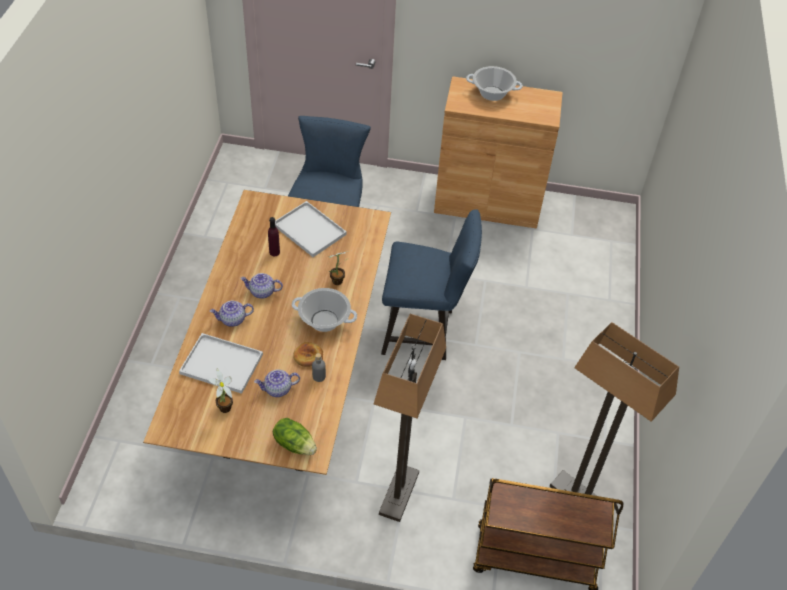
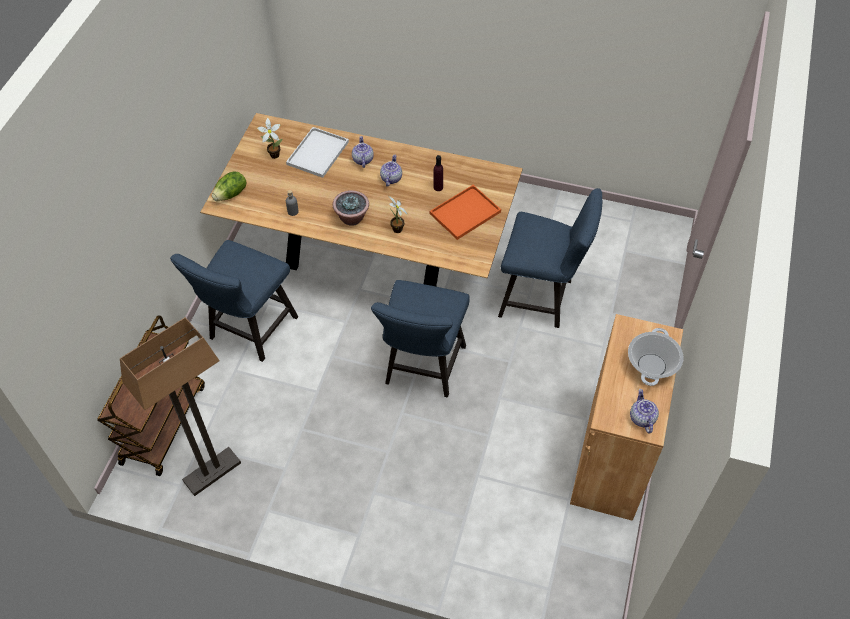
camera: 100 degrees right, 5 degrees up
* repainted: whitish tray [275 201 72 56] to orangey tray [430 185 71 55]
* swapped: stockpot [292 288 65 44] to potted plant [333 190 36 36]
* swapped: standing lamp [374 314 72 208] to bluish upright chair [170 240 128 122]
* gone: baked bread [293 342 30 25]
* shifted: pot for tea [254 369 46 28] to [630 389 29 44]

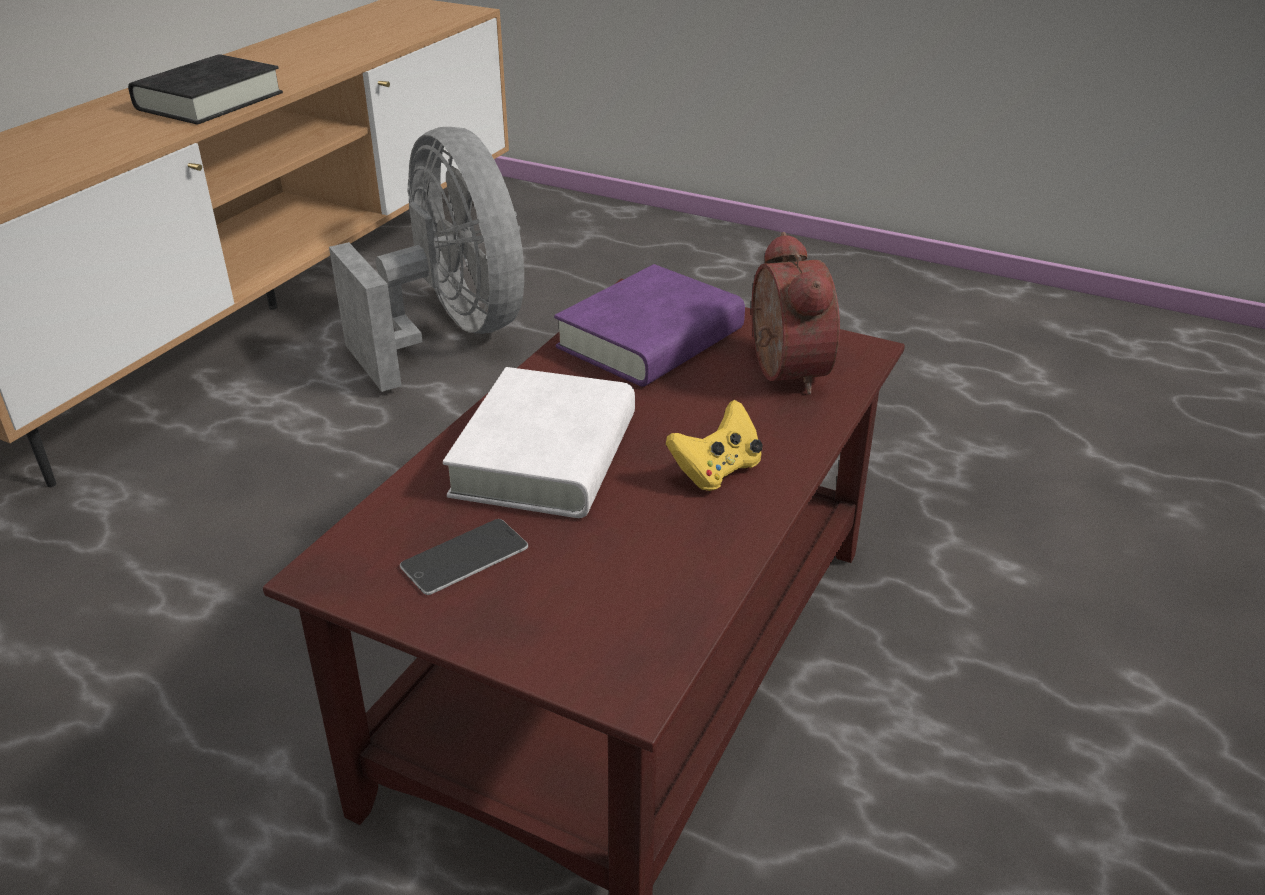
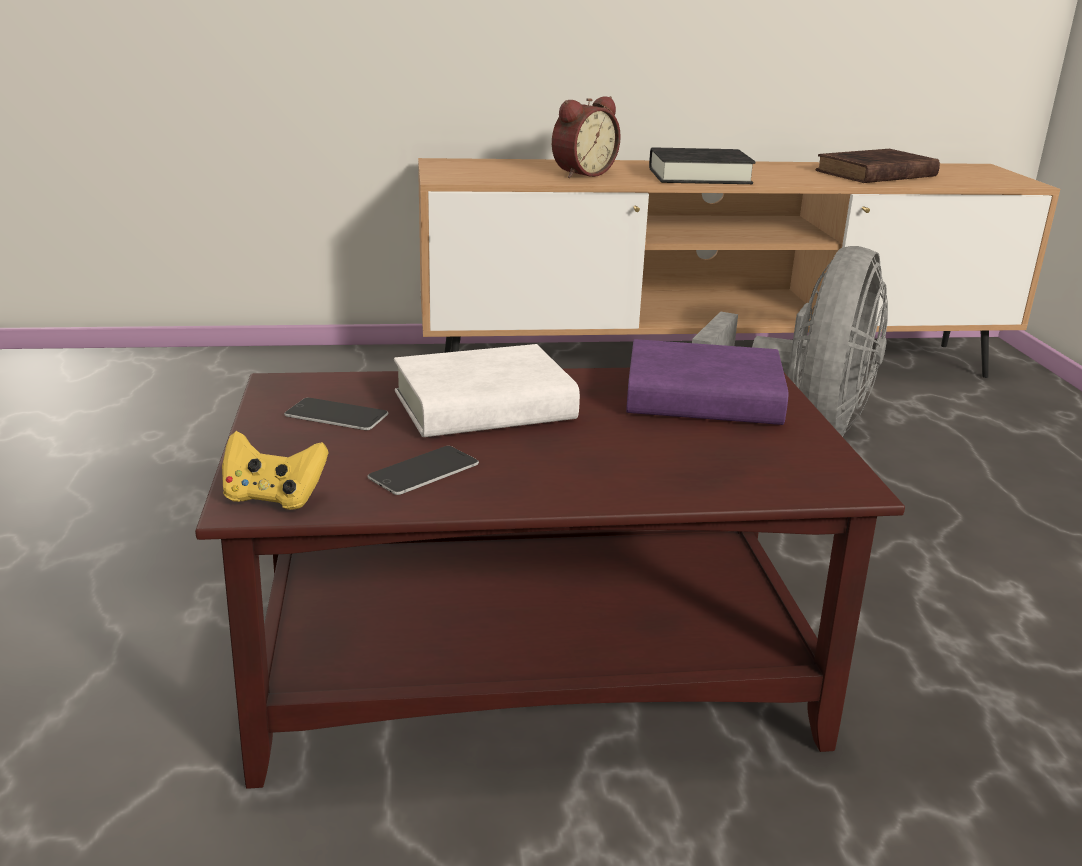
camera: 55 degrees right, 10 degrees down
* shifted: bedside clock [751 232 89 163] to [552 96 69 82]
* shifted: yellow joypad [666 400 96 91] to [222 431 106 79]
* new: brownish bound book [816 149 124 34]
* new: handset [367 446 112 49]

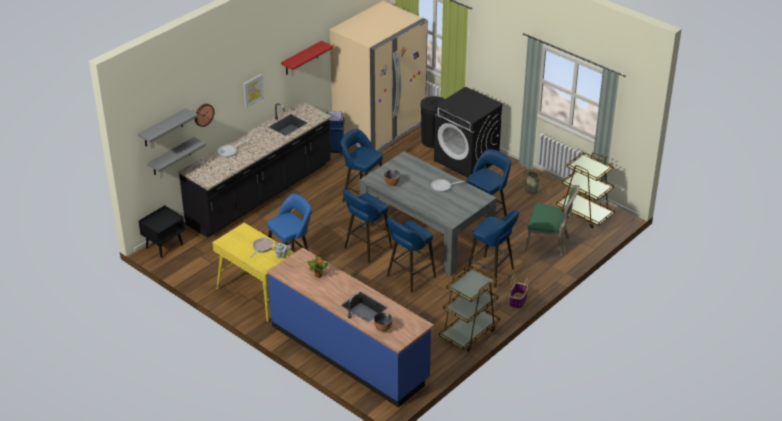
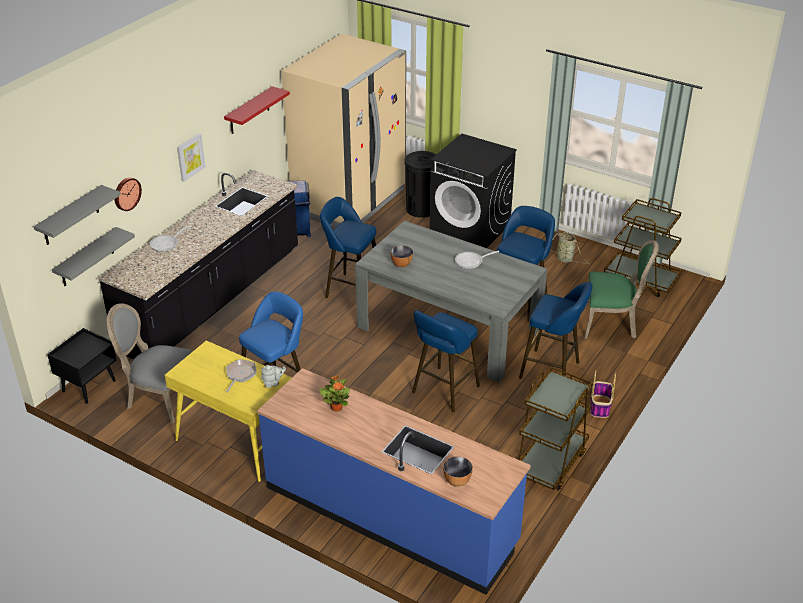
camera: 10 degrees left, 0 degrees up
* gone: bluish stool [343 190 50 73]
* new: gray upright chair [107 303 86 121]

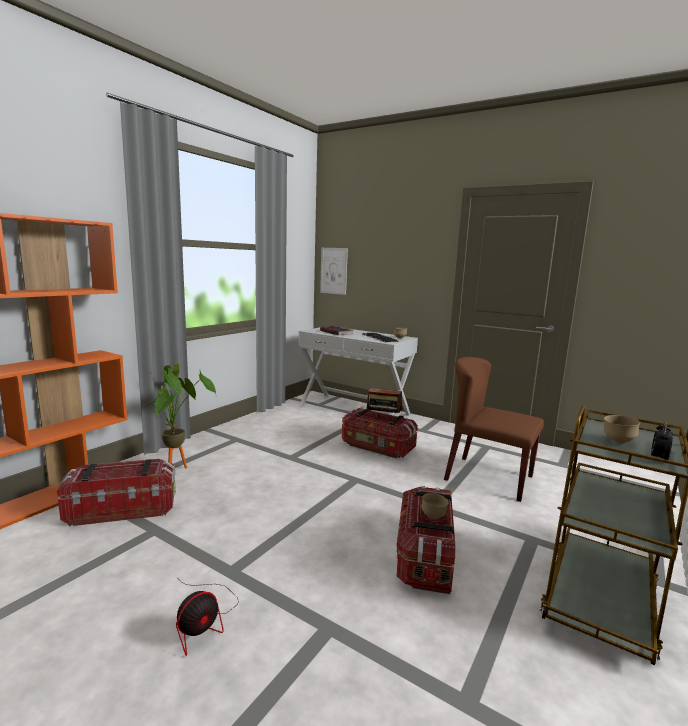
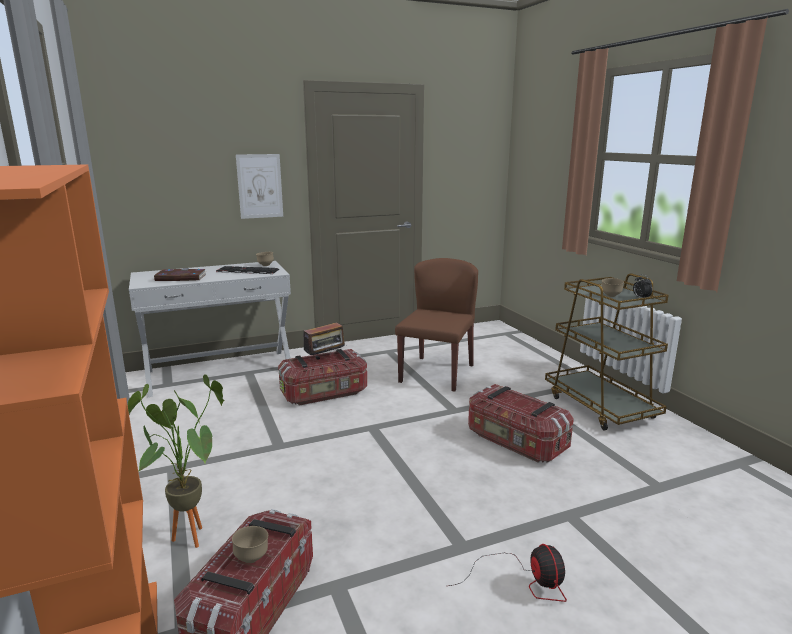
camera: 55 degrees left, 5 degrees up
* shifted: picture [320 248 28 47] to [236 154 47 65]
* rotated: brownish upright chair [444 357 100 145] = [395 258 83 134] 135 degrees clockwise
* shifted: brownish bowl [421 493 28 27] to [232 526 36 37]

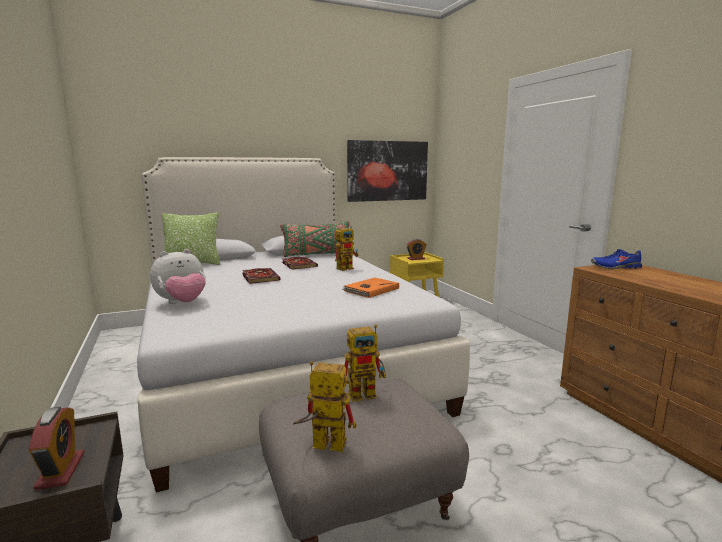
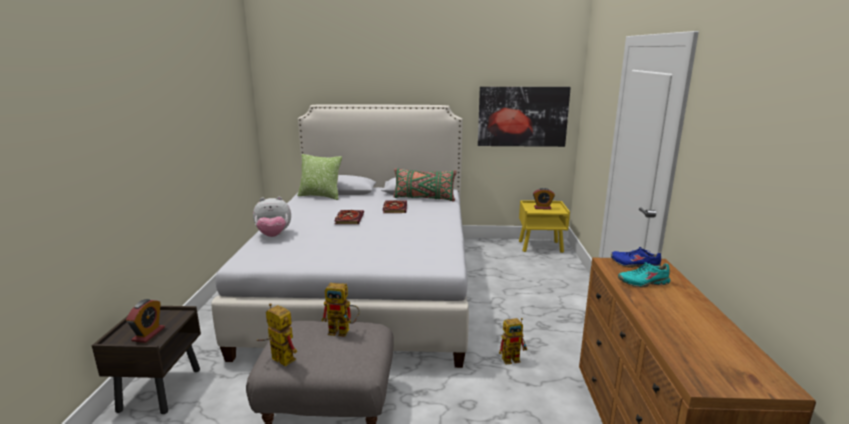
camera: 25 degrees right, 5 degrees up
* shifted: robot figure [335 226 24 45] to [499 318 28 47]
* gone: orangey bound book [343 277 56 21]
* new: turquoise-coloured low shoe [618 262 52 25]

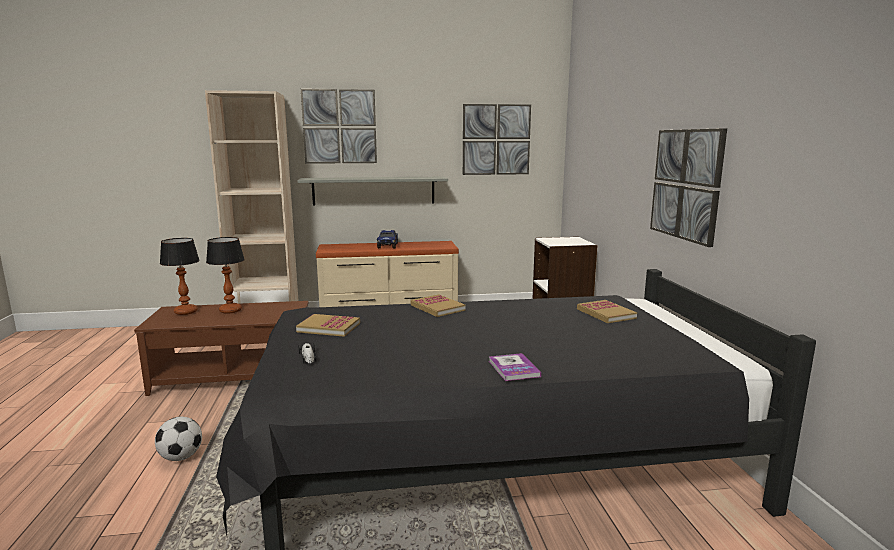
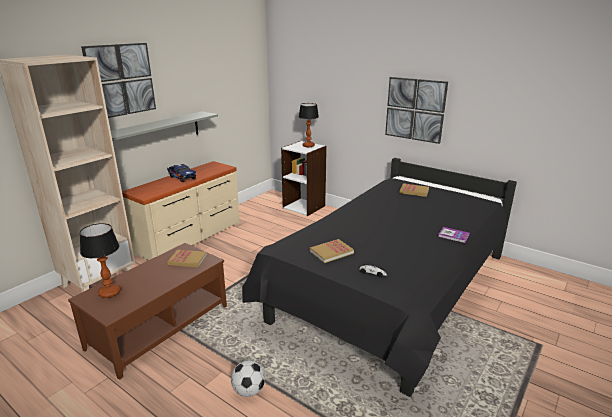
camera: 45 degrees left, 10 degrees up
* gone: picture [463 104 68 71]
* shifted: table lamp [206 237 39 77] to [299 103 20 44]
* shifted: bound book [411 294 54 23] to [167 250 40 18]

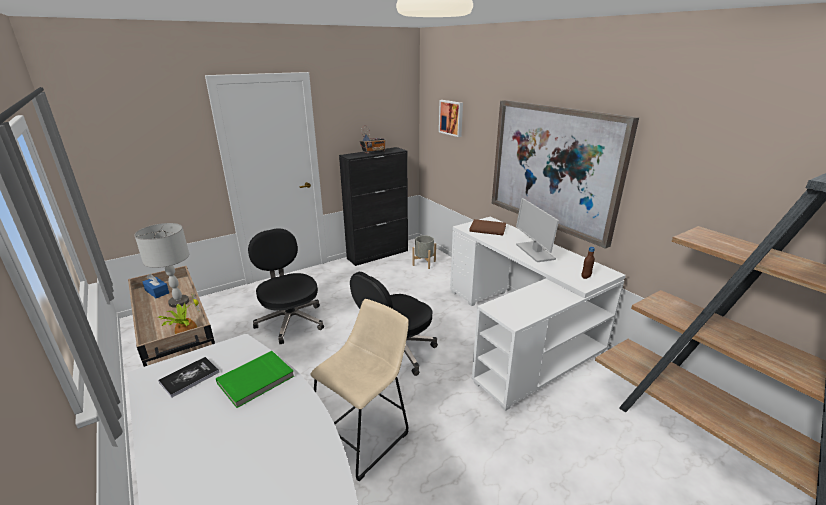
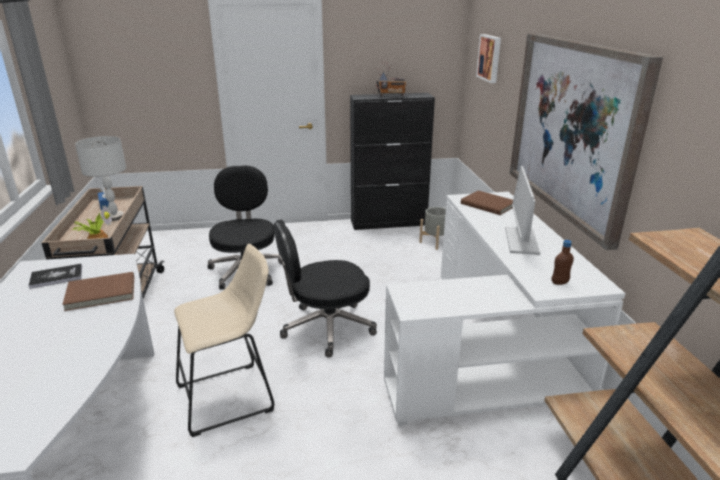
camera: 25 degrees right, 0 degrees up
* repainted: green-coloured bound book [216 351 78 57] to brownish bound book [62 272 72 39]

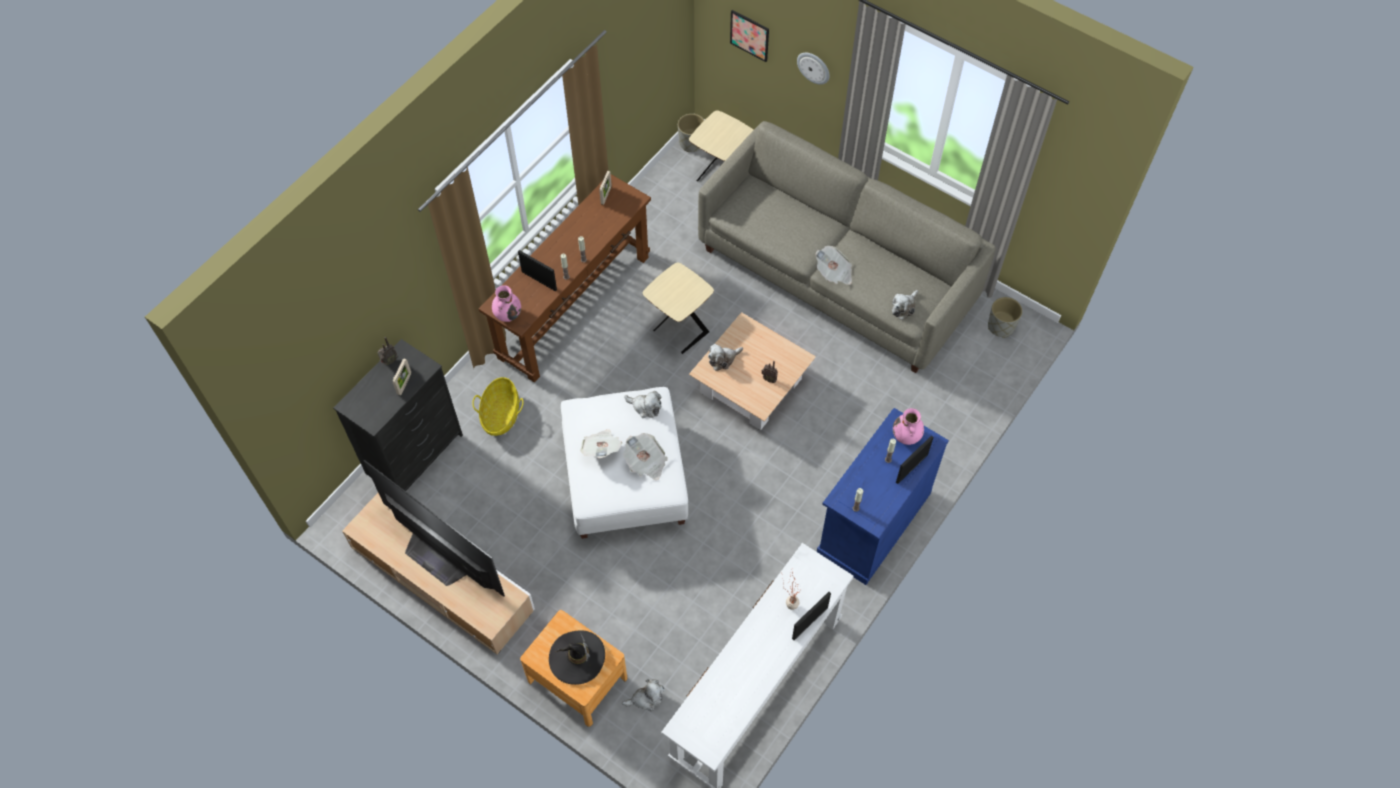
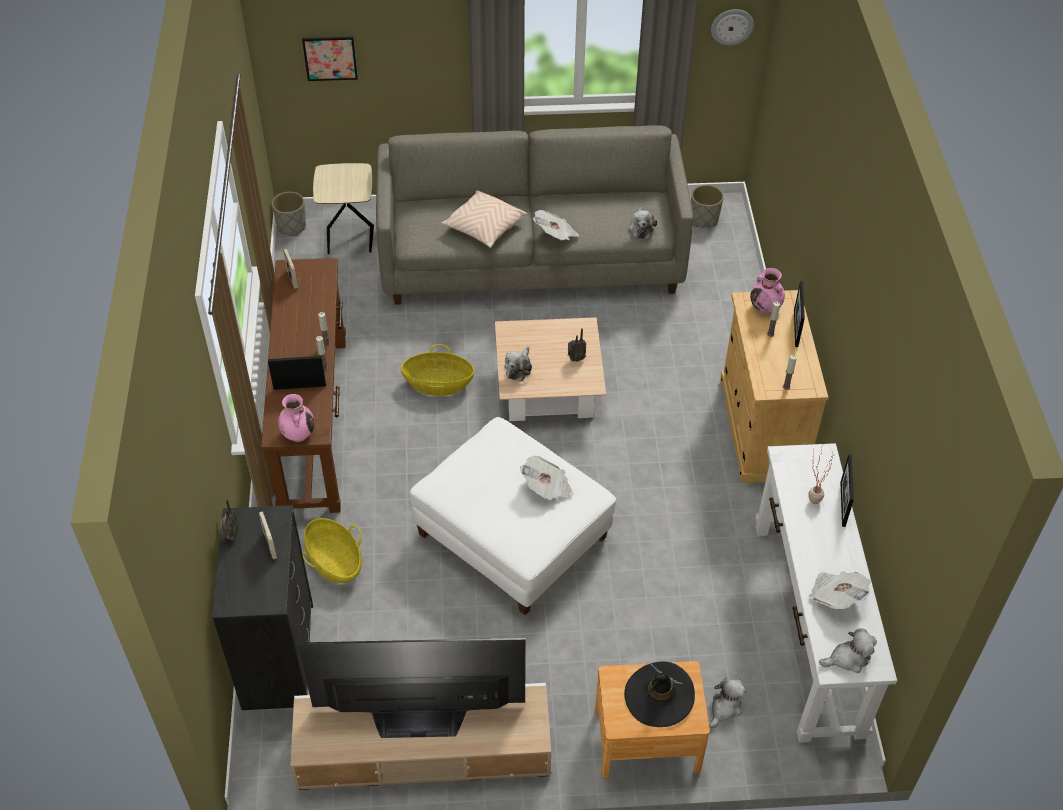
camera: 40 degrees left, 10 degrees down
* shifted: hanging clock [797 53 33 32] to [711 9 43 36]
* swapped: beige end table [643 262 71 92] to household basket [401 344 73 52]
* shifted: plush toy [624 391 37 27] to [819 629 58 44]
* repainted: bluish cabinet [817 408 132 177] to beige cabinet [720 290 109 193]
* shifted: printed paper [580 429 42 29] to [809 571 62 38]
* new: beige cushion [441 190 86 58]

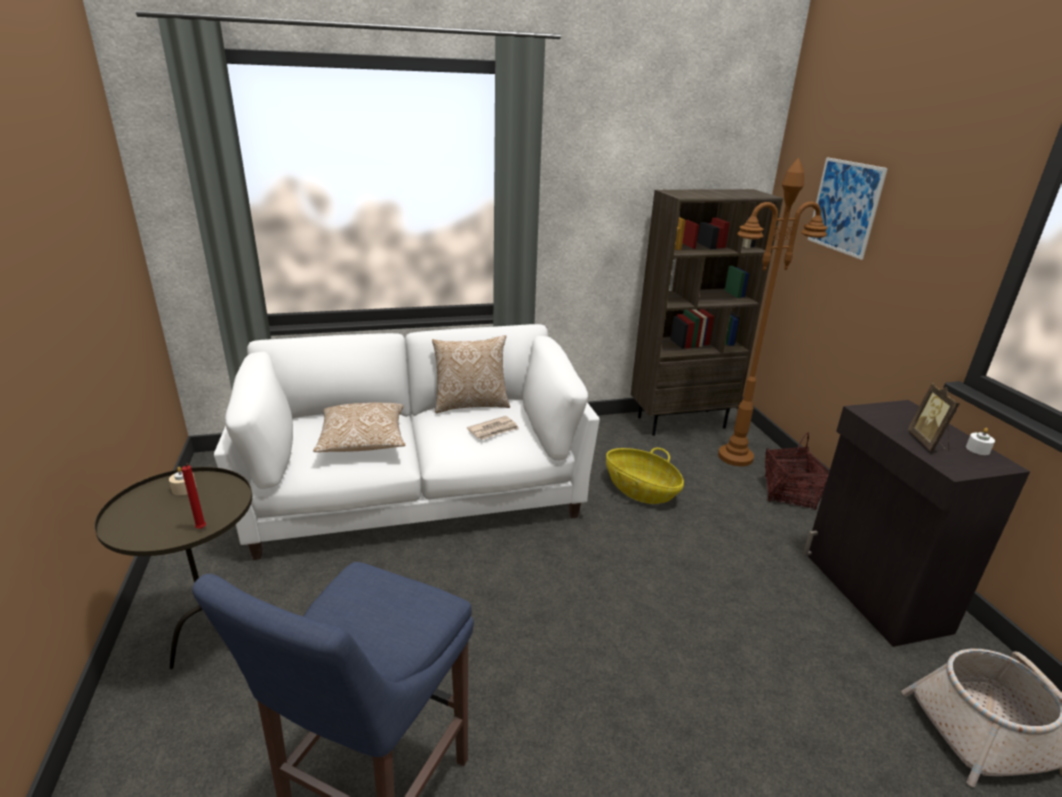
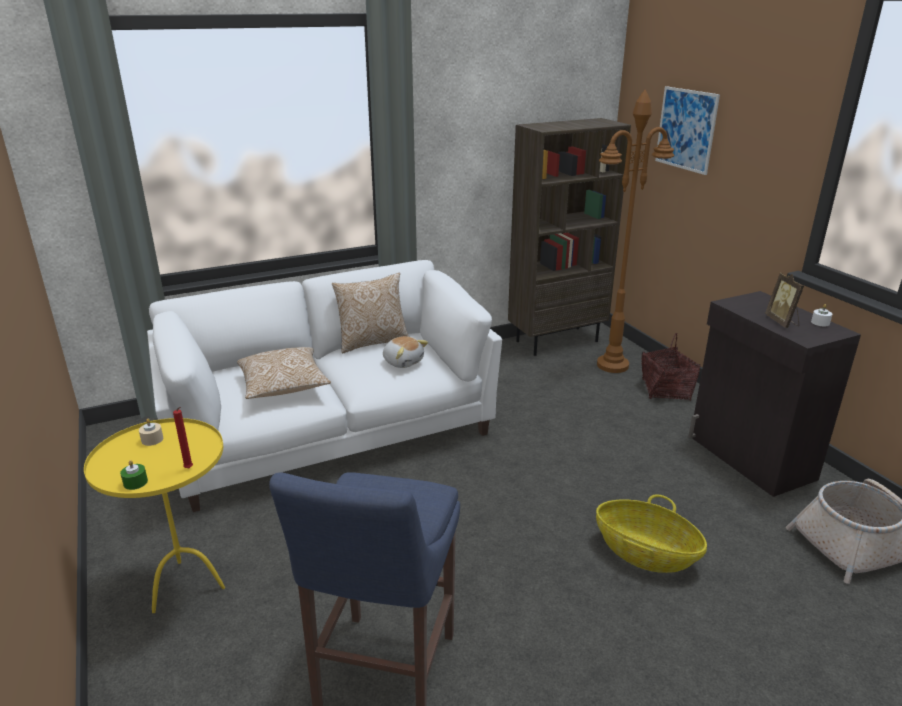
camera: 10 degrees left, 0 degrees up
* swapped: printed paper [467 416 52 24] to plush toy [383 336 45 32]
* shifted: household basket [606 448 78 56] to [596 494 111 79]
* repainted: brownish end table [94 467 158 202] to yellow end table [84 418 141 195]
* new: green-coloured wax light [120 460 28 30]

